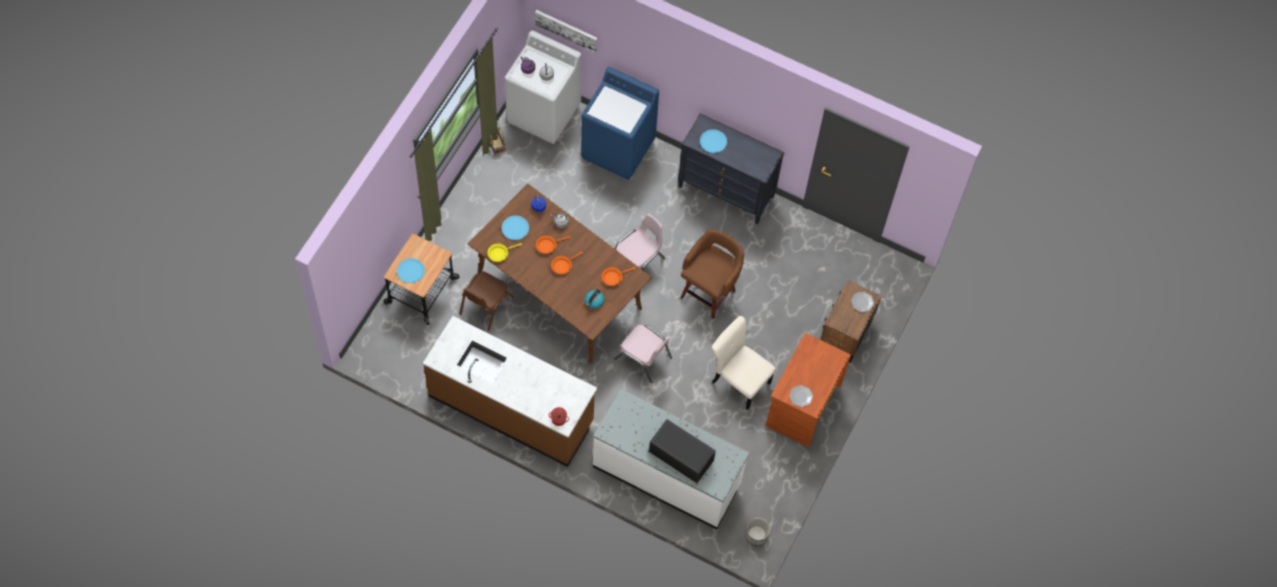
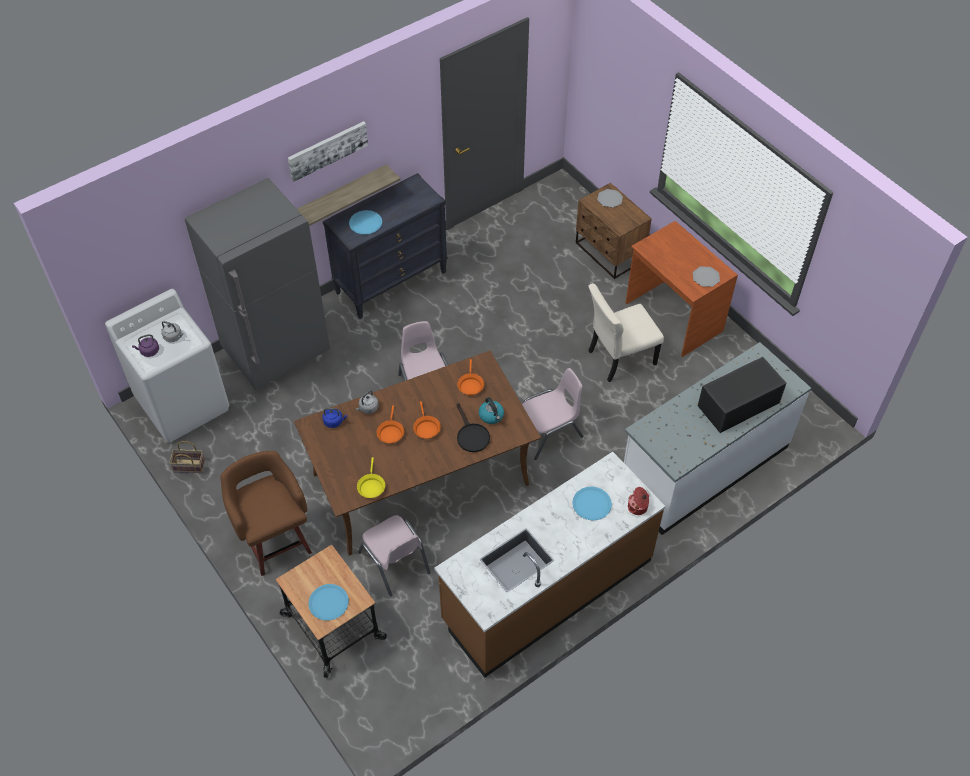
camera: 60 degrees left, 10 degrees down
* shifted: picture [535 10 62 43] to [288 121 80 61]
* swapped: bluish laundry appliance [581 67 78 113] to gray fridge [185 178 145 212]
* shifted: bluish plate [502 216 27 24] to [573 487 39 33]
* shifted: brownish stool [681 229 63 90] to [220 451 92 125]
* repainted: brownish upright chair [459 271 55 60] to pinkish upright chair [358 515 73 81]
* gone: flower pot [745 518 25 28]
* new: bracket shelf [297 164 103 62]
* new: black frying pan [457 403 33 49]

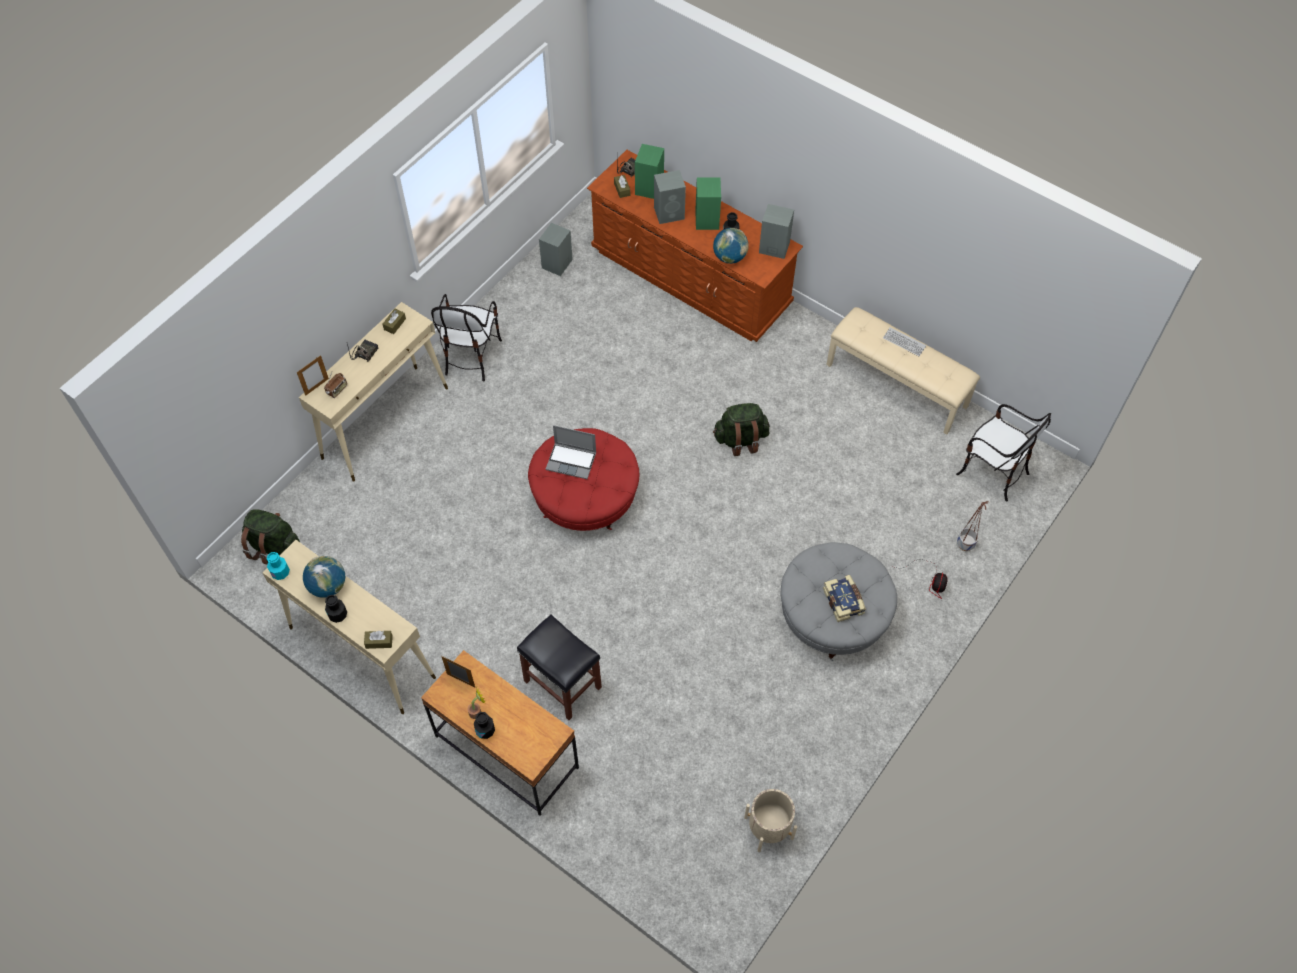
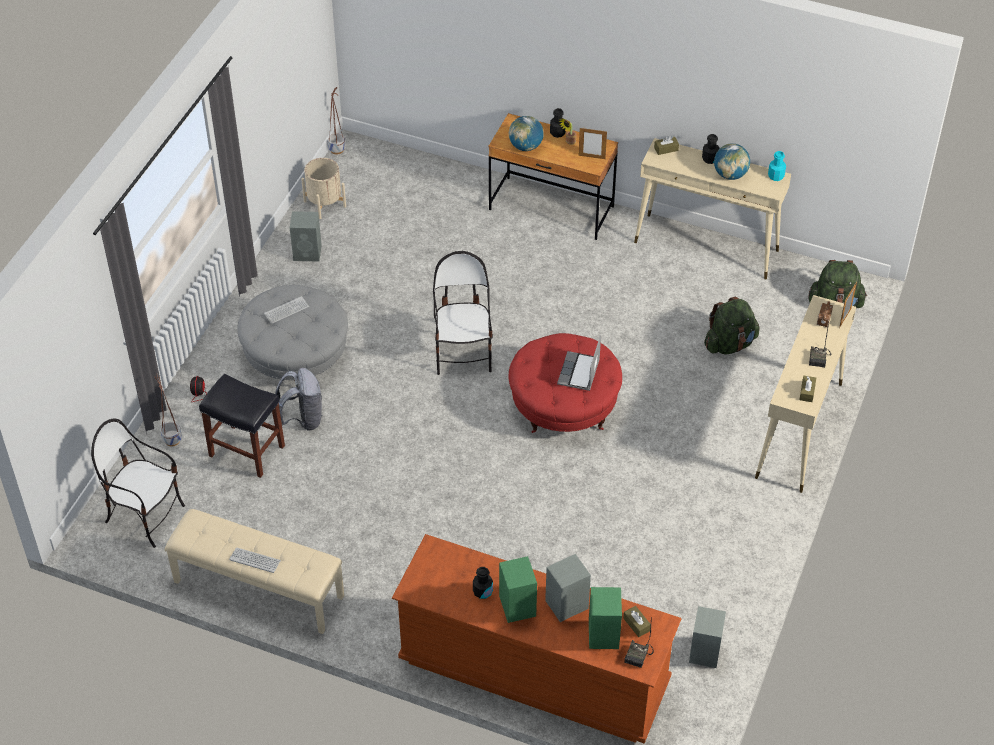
camera: 165 degrees right, 10 degrees down
* shifted: gray audio speaker [759 204 35 55] to [290 211 32 51]
* shifted: world globe [713 228 36 36] to [509 116 35 35]
* shifted: upright chair [431 294 71 87] to [433 251 60 124]
* shifted: green-coloured backpack [713 403 57 53] to [704 297 55 58]
* rotated: laptop [546 425 50 54] = [557 335 44 56] 75 degrees counterclockwise
* swapped: bound book [823 575 43 47] to computer keyboard [264 296 45 28]
* shifted: black stool [517 615 85 105] to [199 374 86 104]
* new: flower pot [328 87 17 68]
* new: gray backpack [275 368 48 63]

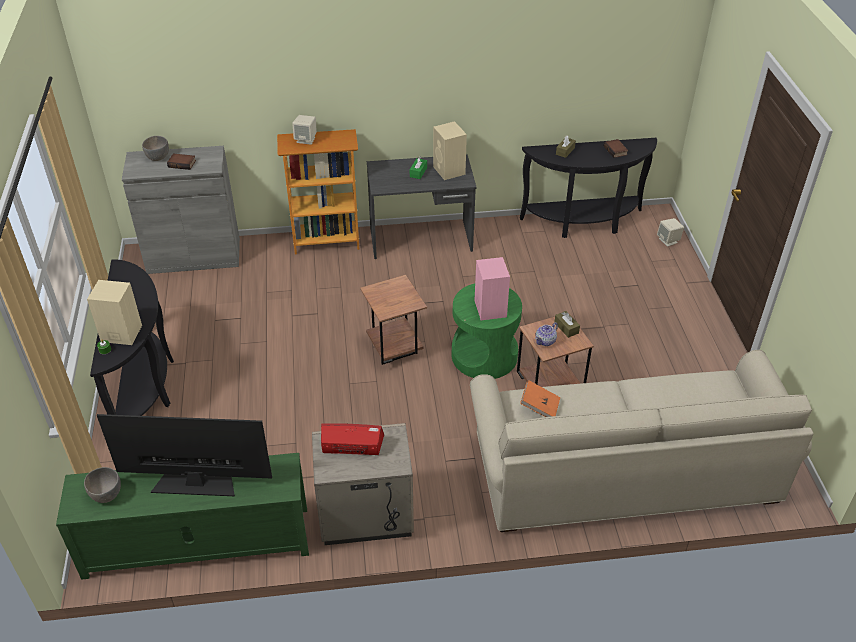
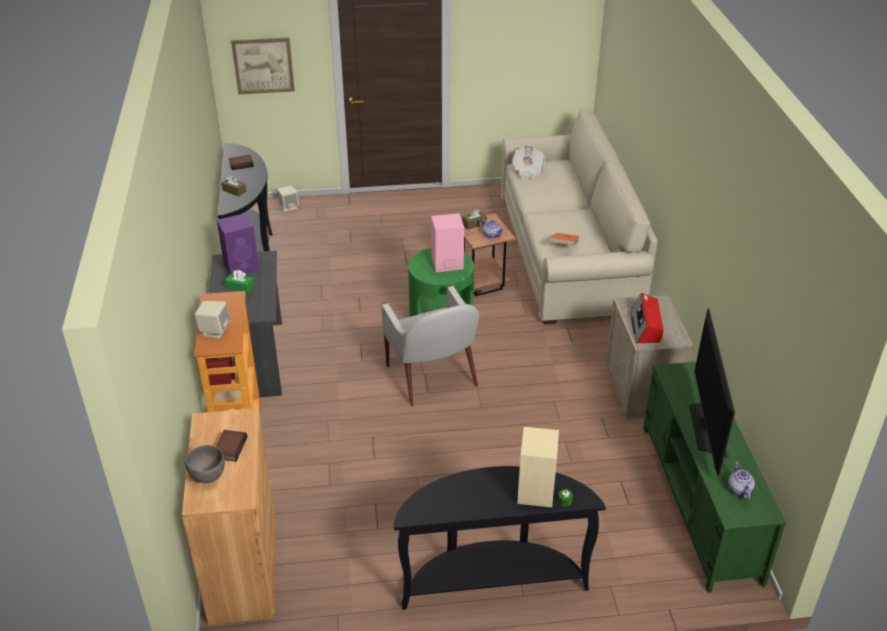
camera: 90 degrees left, 5 degrees down
* repainted: beige audio speaker [433 121 34 59] to purple audio speaker [217 213 43 62]
* repainted: gray cabinet [122 146 118 128] to brownish cabinet [182 408 94 217]
* swapped: brownish end table [360 275 67 90] to whitish lounge chair [382 285 97 121]
* swapped: gray bowl [84 467 37 36] to pot for tea [728 462 27 38]
* new: picture [231 37 64 57]
* new: printed paper [512 145 33 35]

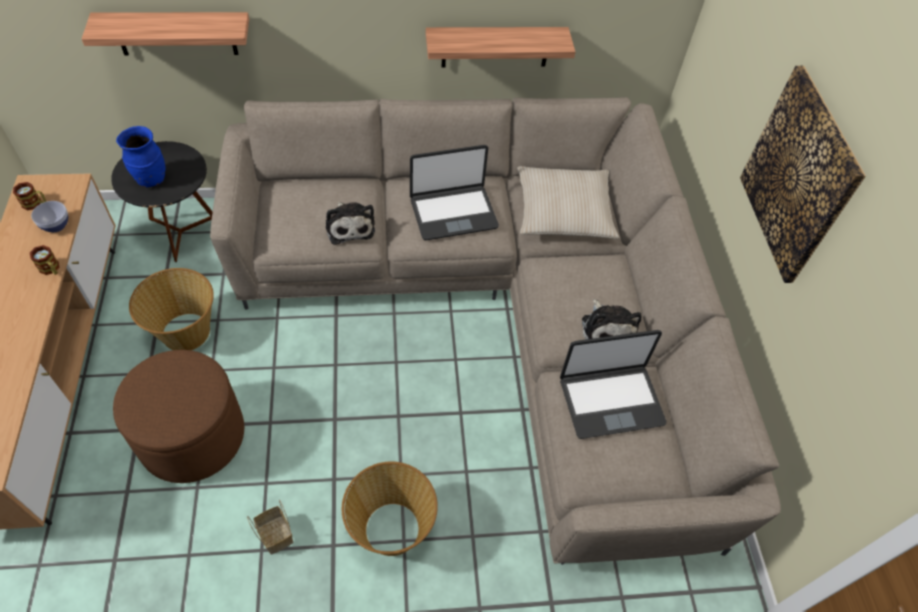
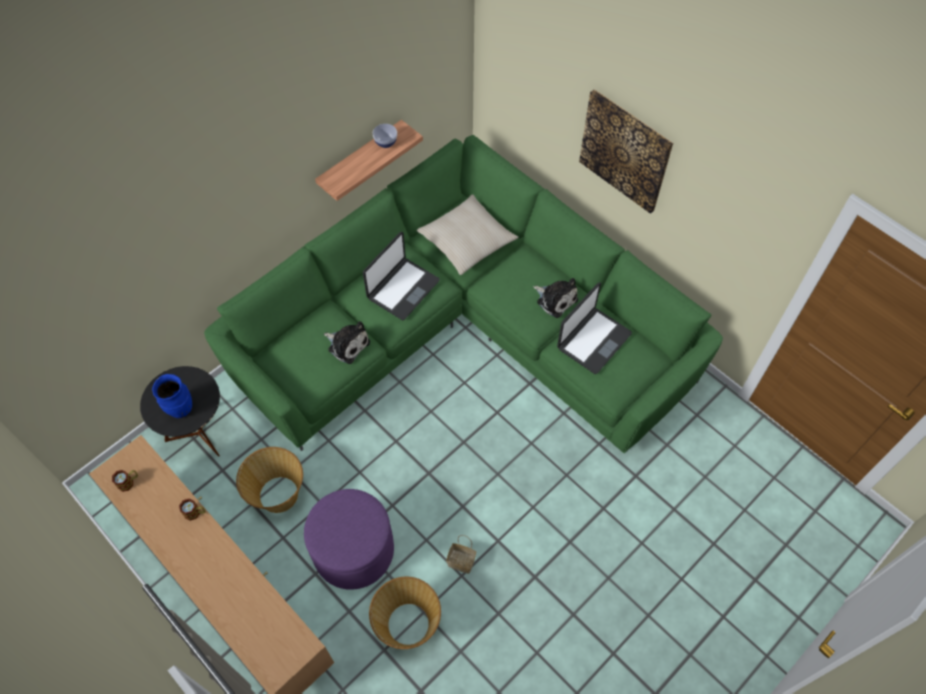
camera: 35 degrees left, 5 degrees up
* gone: bracket shelf [82 12 167 44]
* repainted: beige settee [210 97 571 468] to green-coloured settee [204 135 519 318]
* shifted: bowl [31 201 37 31] to [373 124 24 24]
* repainted: brownish pouffe [113 350 131 133] to purple pouffe [304 489 90 101]
* shifted: household basket [342 462 96 94] to [369 577 72 72]

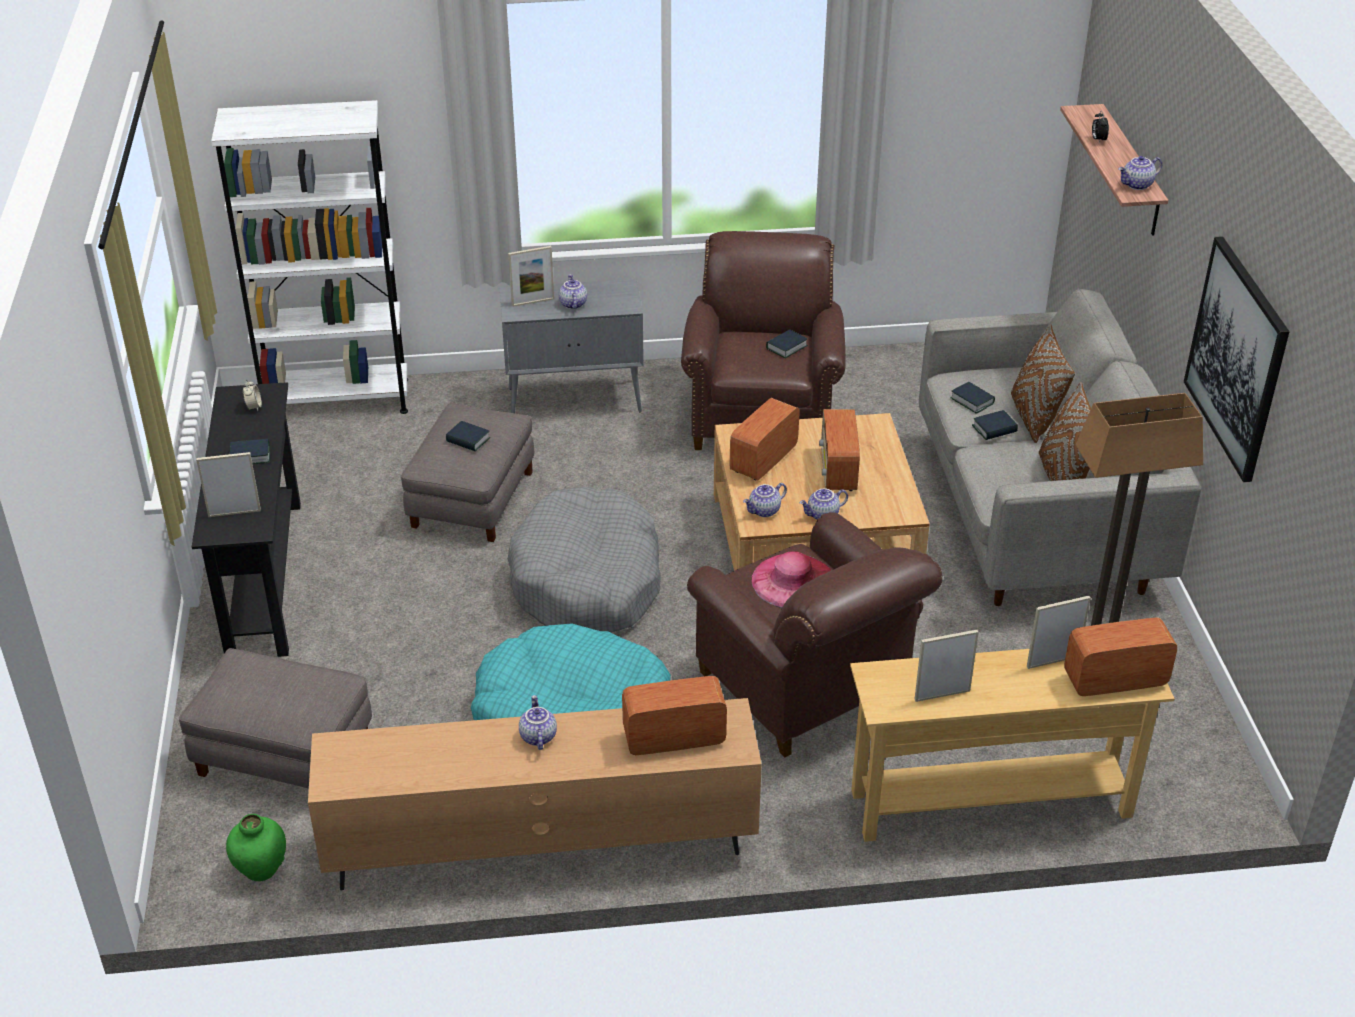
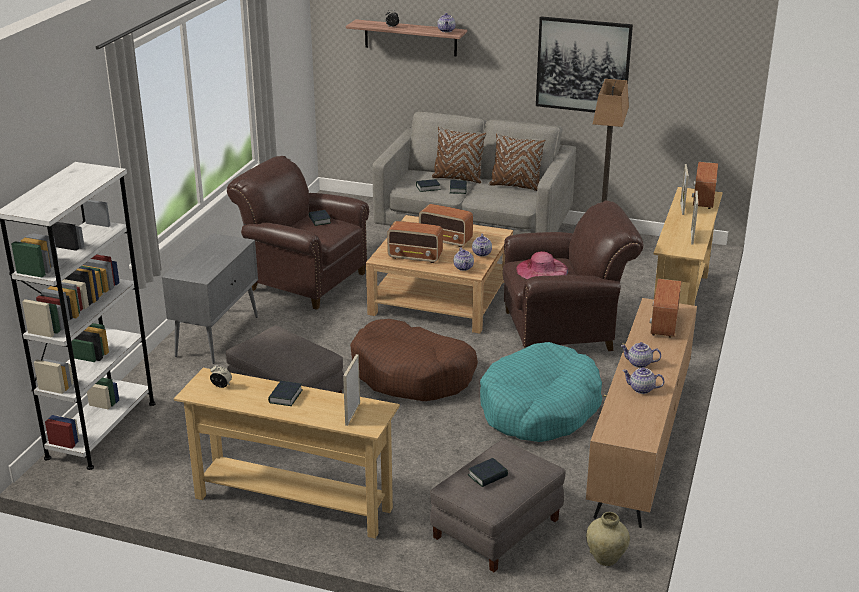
camera: 65 degrees left, 10 degrees down
* gone: standing frame [508 246 46 61]
* shifted: pot for tea [559 274 28 35] to [622 367 42 27]
* repainted: black console table [192 382 109 275] to beige console table [174 368 226 171]
* rotated: radio set [730 398 70 82] = [387 221 56 42] 45 degrees counterclockwise
* shifted: bound book [446 421 44 30] to [468 458 40 29]
* repainted: gray dog cushion [508 487 153 146] to brownish dog cushion [350 319 128 82]
* repainted: green-coloured flower vase [226 814 60 67] to beige flower vase [586 512 44 54]

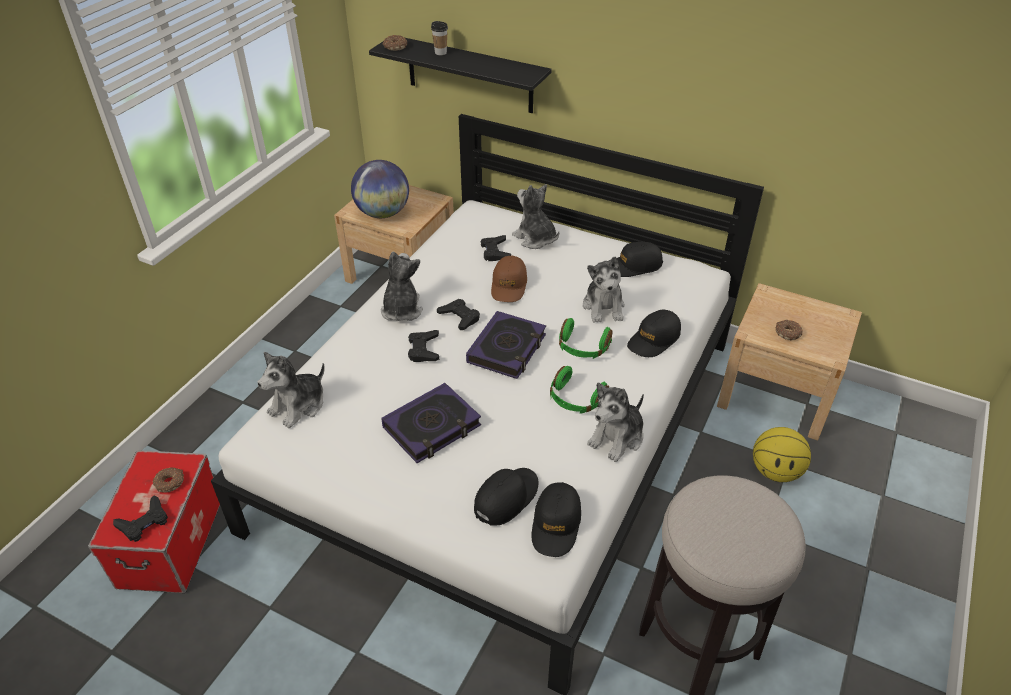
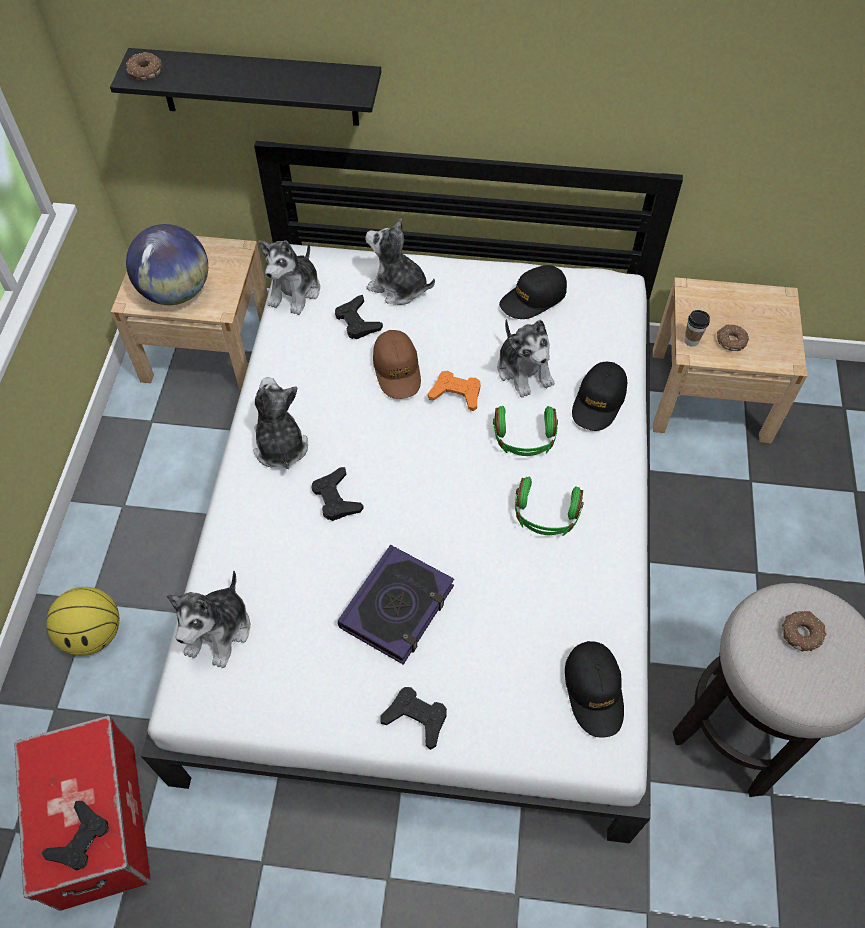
camera: 20 degrees left, 15 degrees up
* shifted: drinking cup [431 21 17 34] to [684 310 26 37]
* shifted: black joypad [437 299 43 31] to [380 687 67 63]
* gone: bound book [466 311 80 68]
* shifted: plush toy [587 382 57 80] to [259 240 61 75]
* shifted: basketball [753 427 58 55] to [47 587 73 69]
* shifted: doughnut [153 467 31 26] to [782 611 45 41]
* gone: black cap [474 468 64 58]
* new: orangey joypad [428 371 53 40]

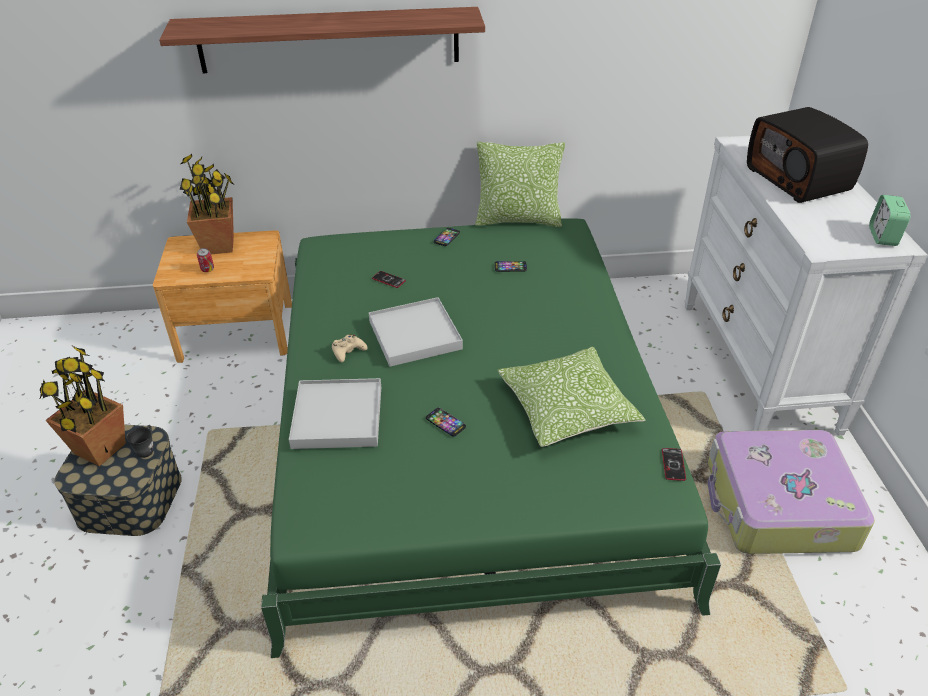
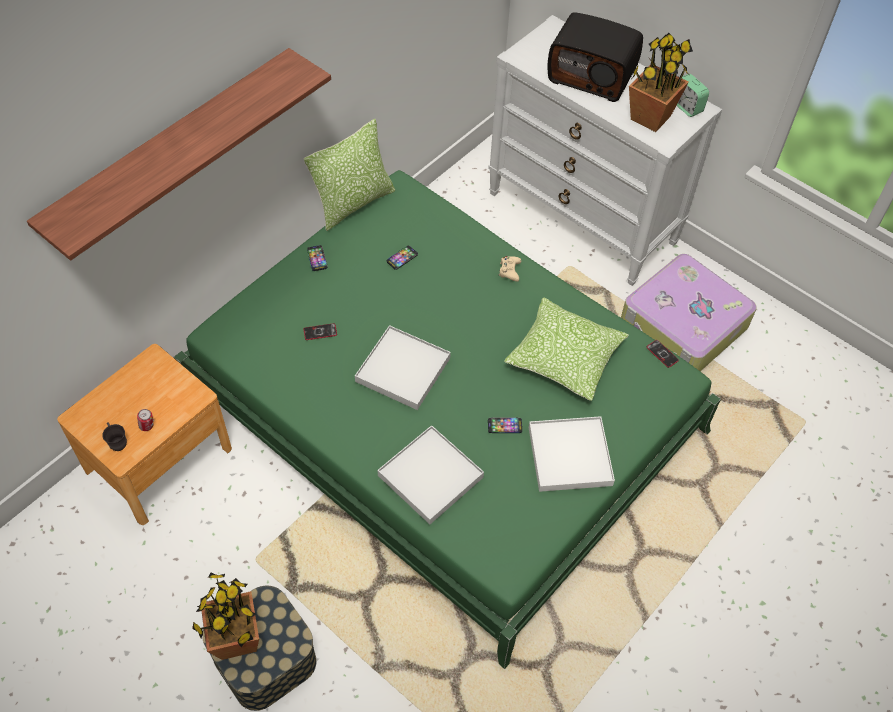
camera: 45 degrees left, 15 degrees up
* shifted: potted plant [179 154 55 100] to [629 33 64 99]
* shifted: beige joypad [332 334 36 28] to [499 256 22 26]
* shifted: gray coffee mug [127 425 27 33] to [102 422 25 29]
* new: whitish tray [529 416 86 76]

